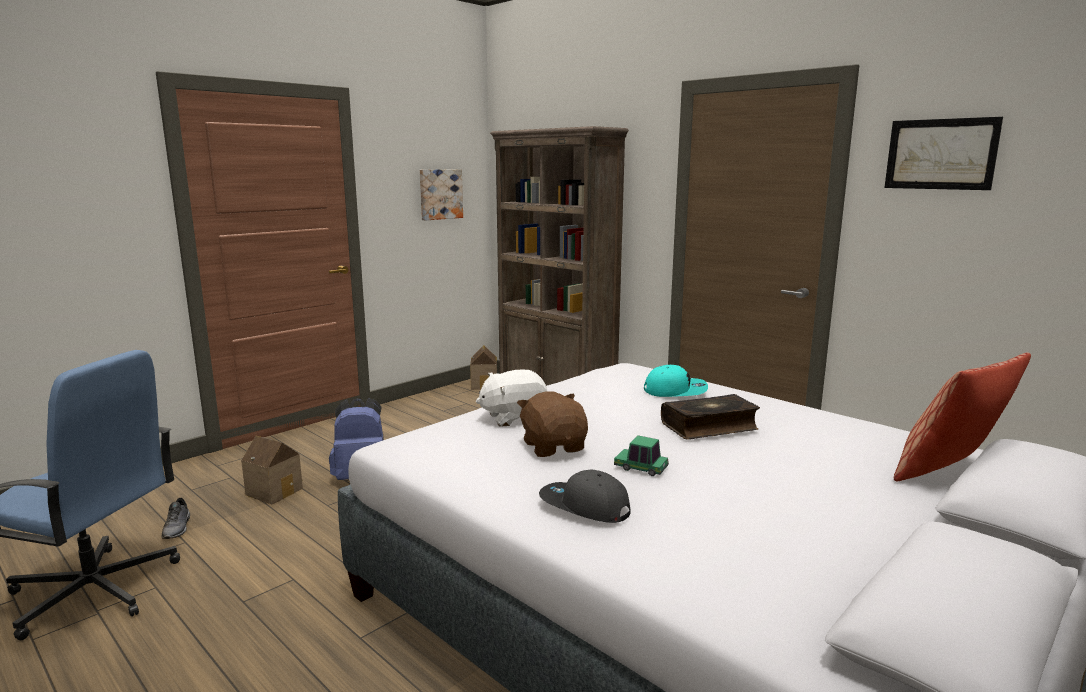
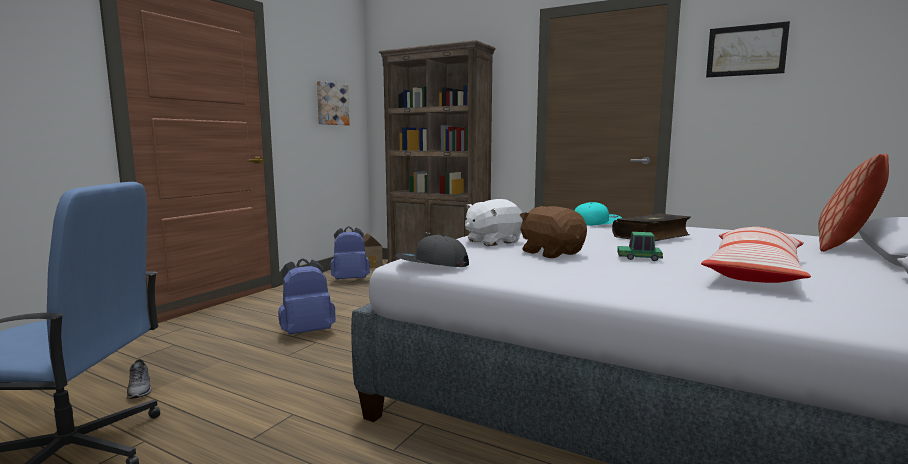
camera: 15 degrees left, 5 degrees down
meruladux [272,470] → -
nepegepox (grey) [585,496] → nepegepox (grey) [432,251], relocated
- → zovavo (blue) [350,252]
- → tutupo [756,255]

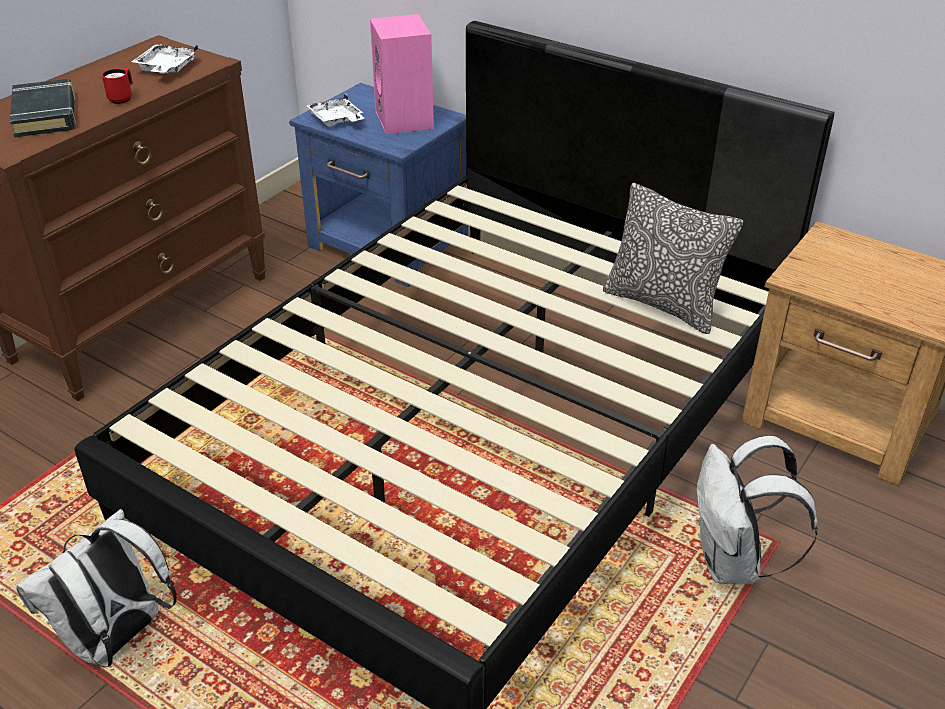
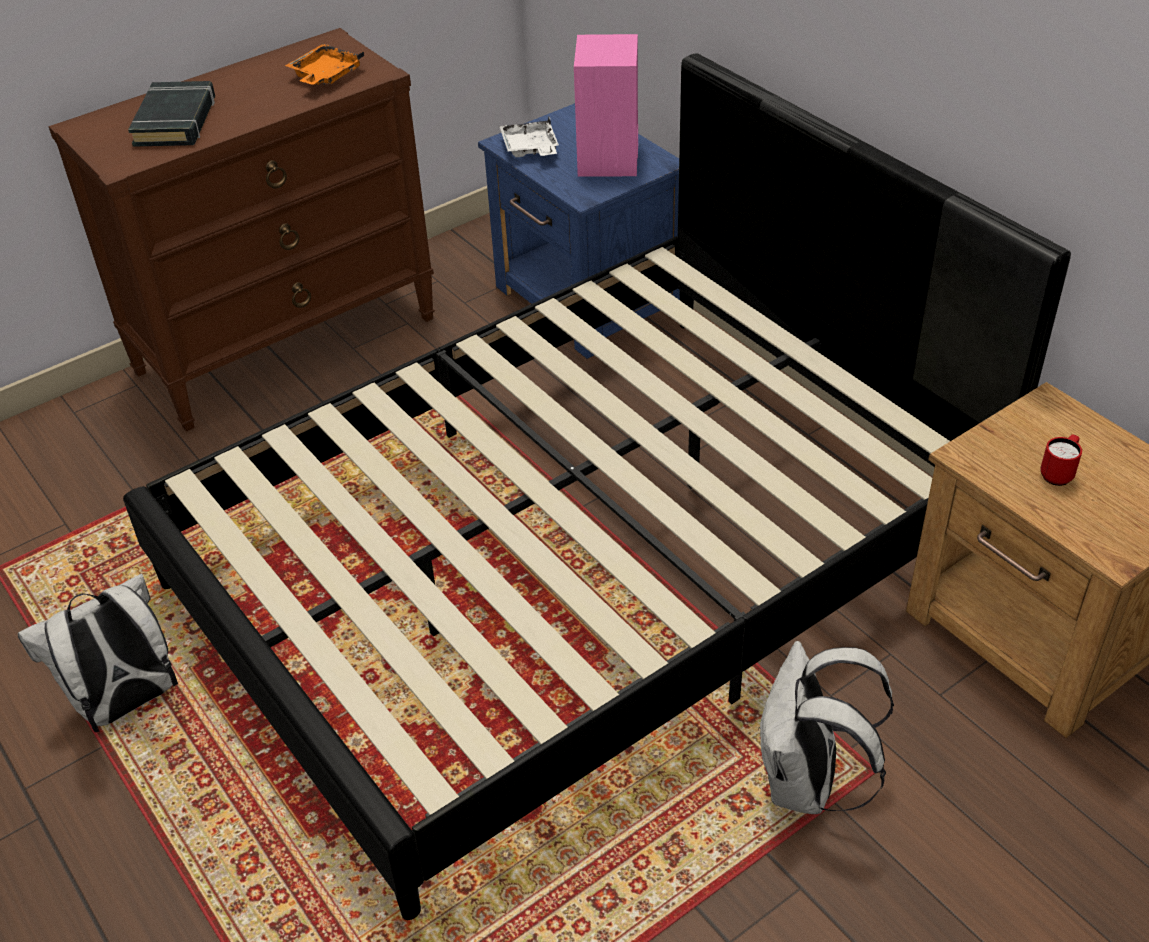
camera: 20 degrees right, 5 degrees up
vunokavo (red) [117,86] → vunokavo (red) [1061,460], relocated
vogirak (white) [165,59] → vogirak (orange) [324,64]
tutupo [673,258] → -

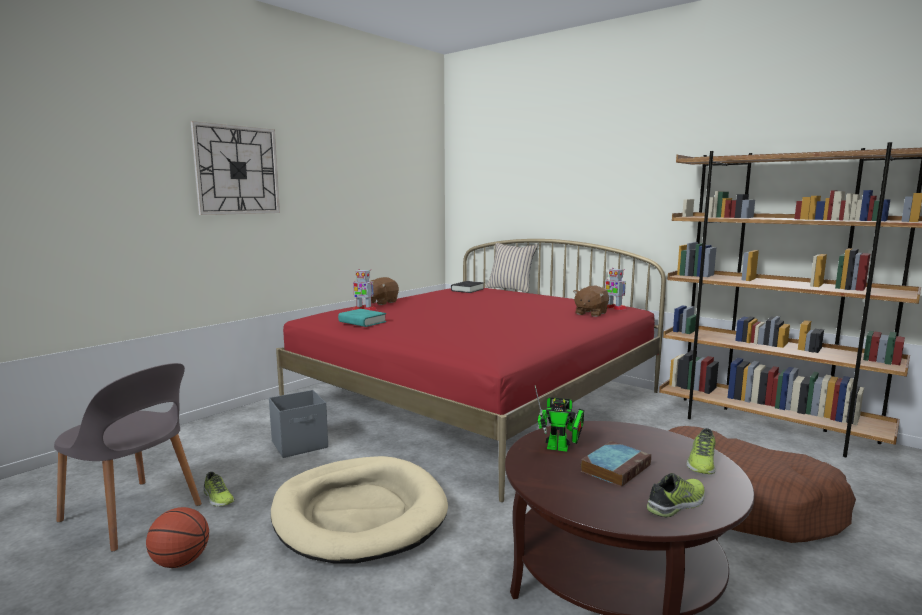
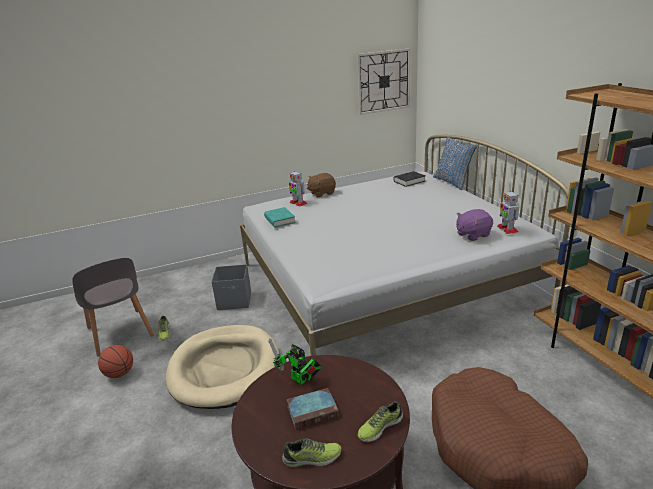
camera: 30 degrees right, 15 degrees up
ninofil [235,168] → ninofil [383,81], relocated
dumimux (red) [471,370] → dumimux (white) [405,245]
tutupo (beige) [511,268] → tutupo (blue) [455,163]
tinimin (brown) [591,301] → tinimin (purple) [474,225]

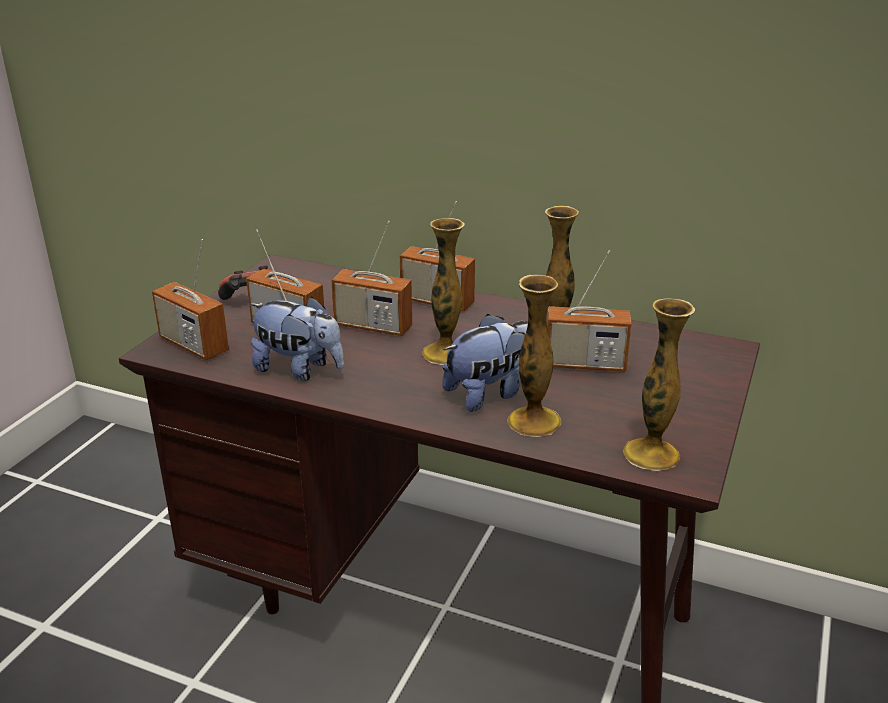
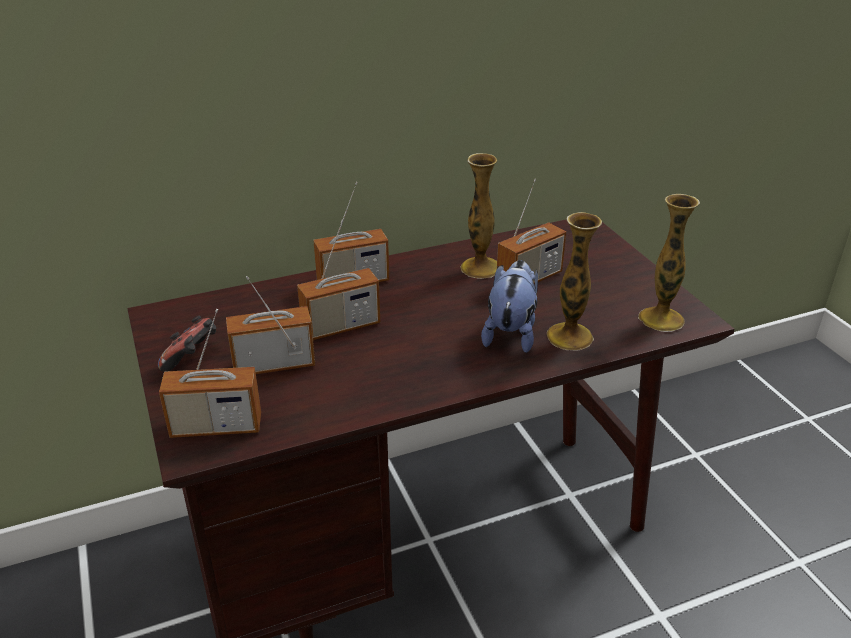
camera: 45 degrees left, 5 degrees up
tinimin [296,338] → -
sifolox [443,291] → -

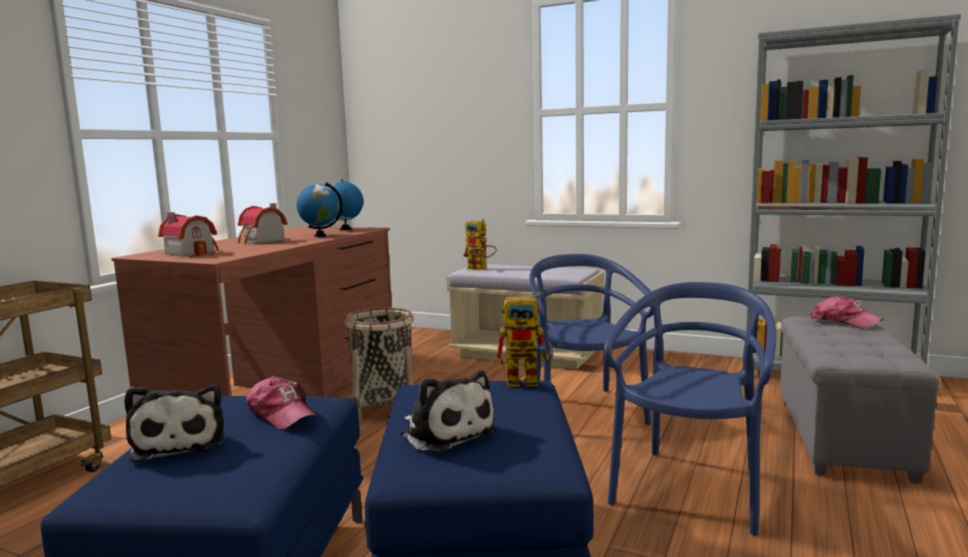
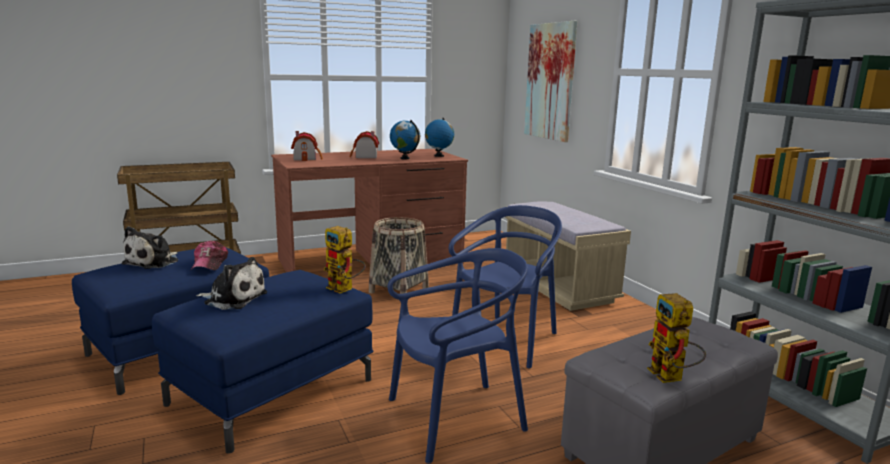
camera: 40 degrees right, 5 degrees up
tinimin [449,412] → tinimin [231,283], 75 degrees counterclockwise
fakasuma [480,244] → fakasuma [676,338], relocated
nepegepox [846,312] → -
- → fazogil [550,81]

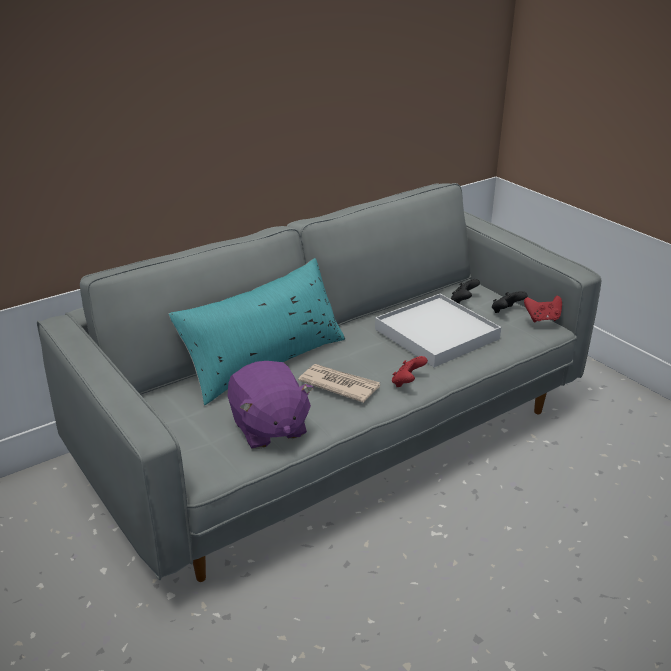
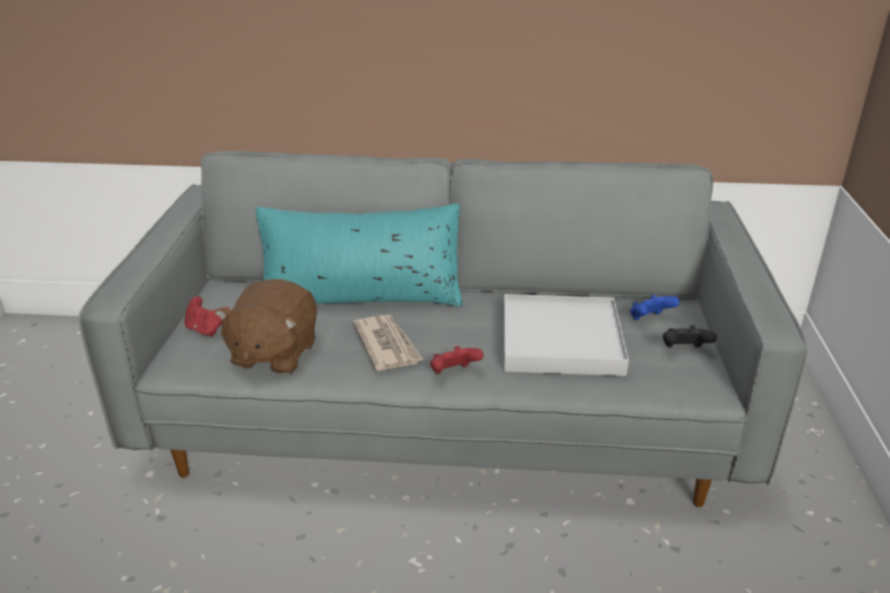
camera: 40 degrees right, 0 degrees up
tinimin (purple) [270,405] → tinimin (brown) [266,327]
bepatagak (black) [465,291] → bepatagak (blue) [655,307]
bepatagak (red) [543,309] → bepatagak (red) [207,316], relocated

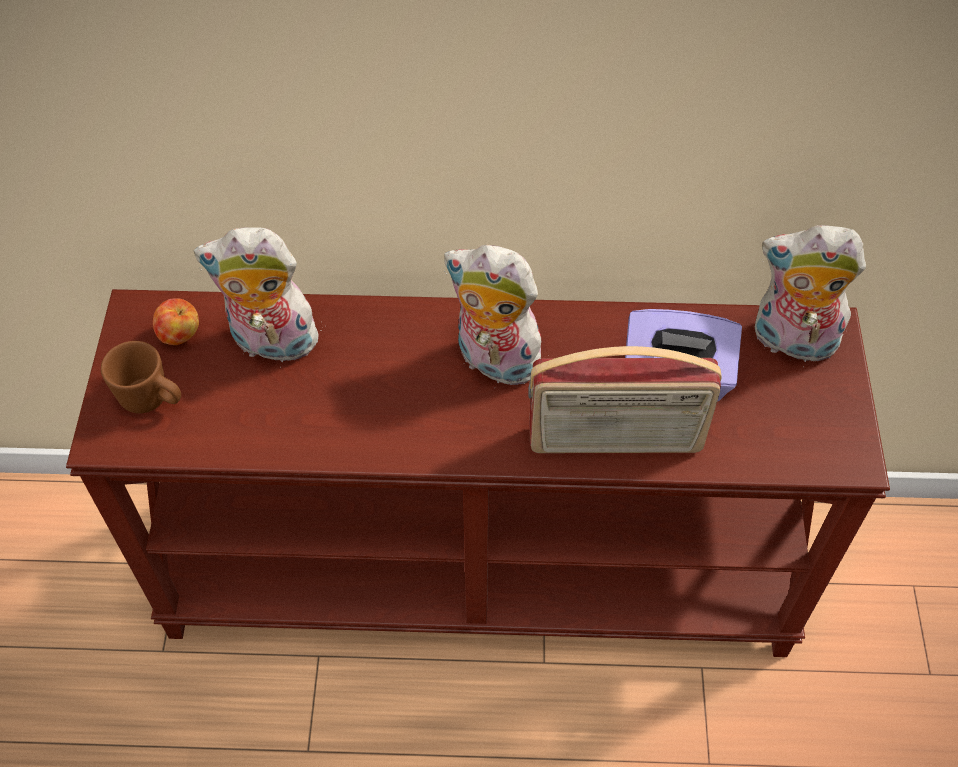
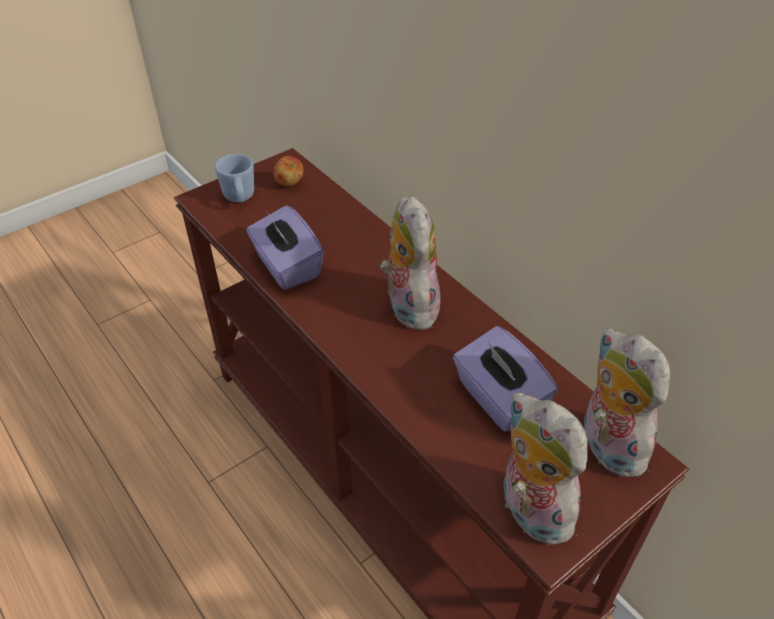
camera: 50 degrees right, 10 degrees down
vunokavo (brown) [141,377] → vunokavo (blue) [234,178]
tinimin [257,297] → tinimin [546,469], relocated
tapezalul [625,399] → -
- → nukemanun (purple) [285,247]

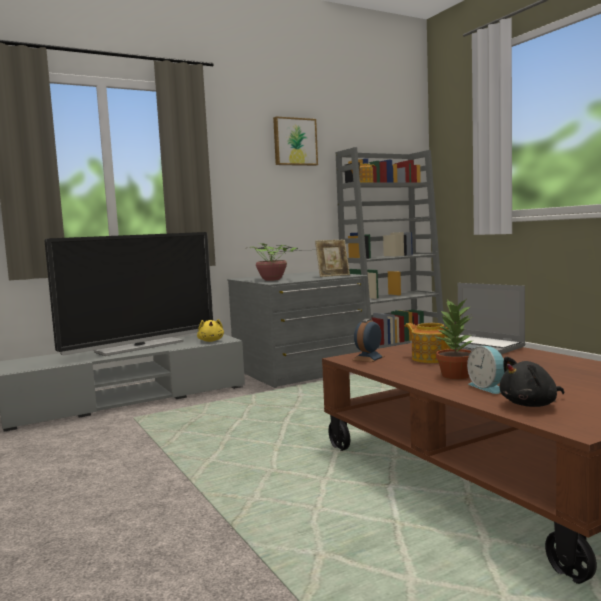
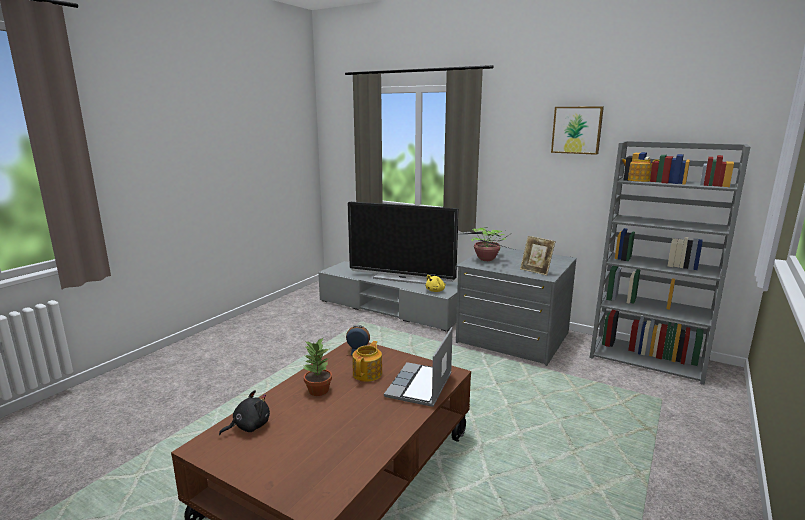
camera: 60 degrees right, 10 degrees up
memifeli [486,370] → -
tinimin (black) [531,382] → tinimin (black) [244,412], 105 degrees clockwise

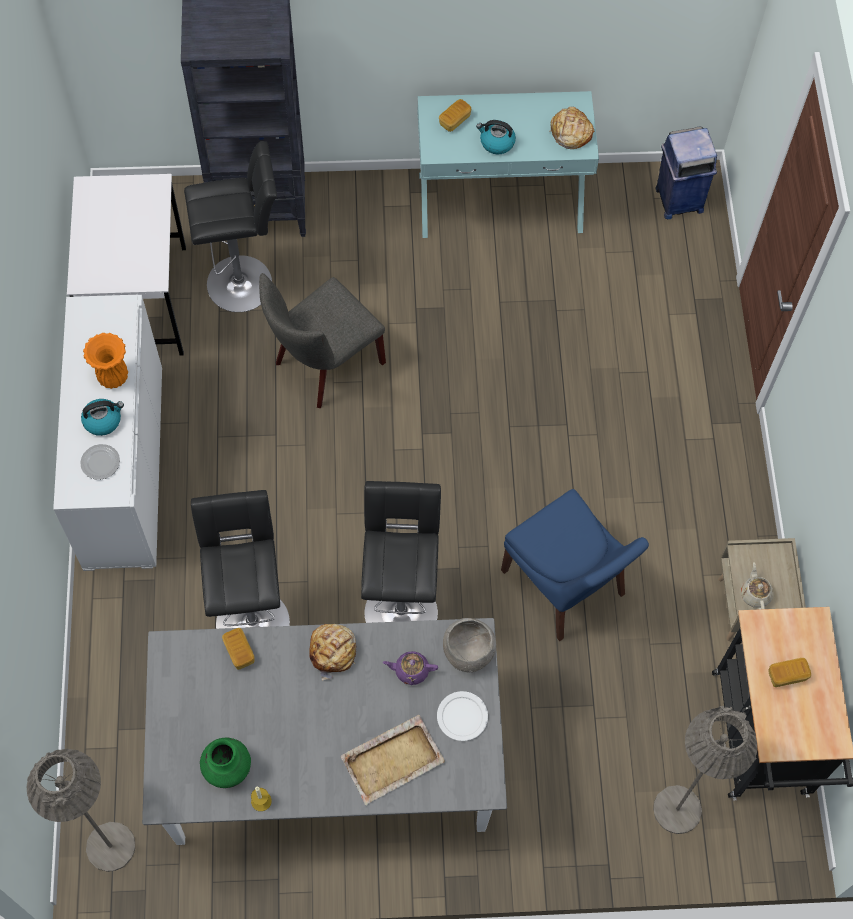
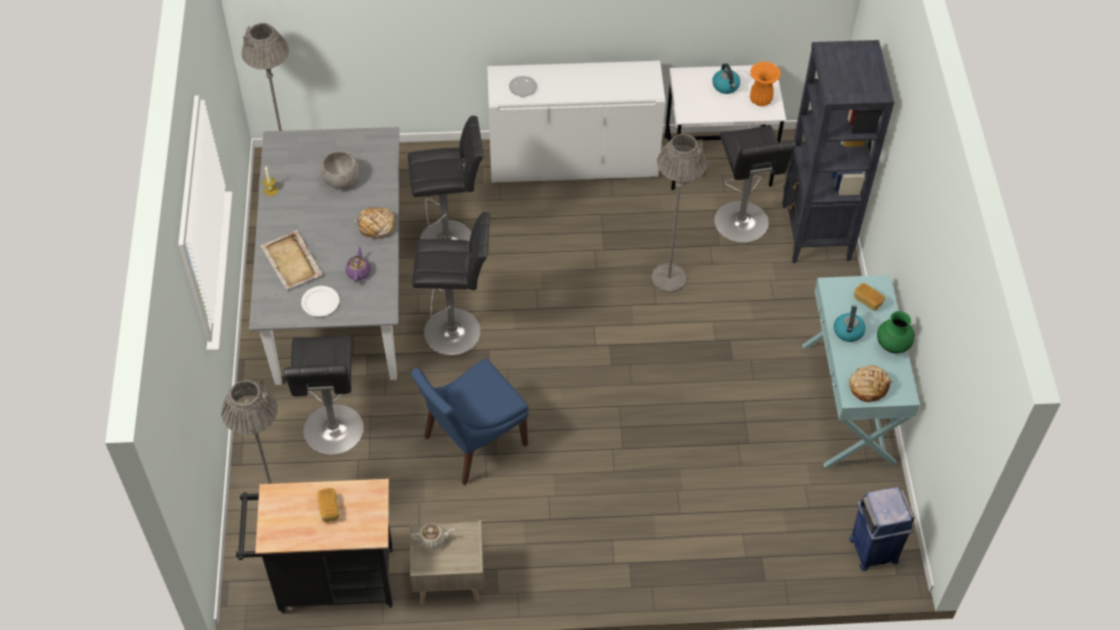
camera: 90 degrees right, 10 degrees down
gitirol [102,417] → gitirol [726,78], relocated
sifolox (orange) [105,361] → sifolox (orange) [765,83], relocated
sifolox (green) [225,762] → sifolox (green) [896,332], relocated
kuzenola [238,649] → -
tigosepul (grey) [322,340] → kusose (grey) [679,213]
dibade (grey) [469,645] → dibade (grey) [339,170], relocated
- → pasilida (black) [324,395]

